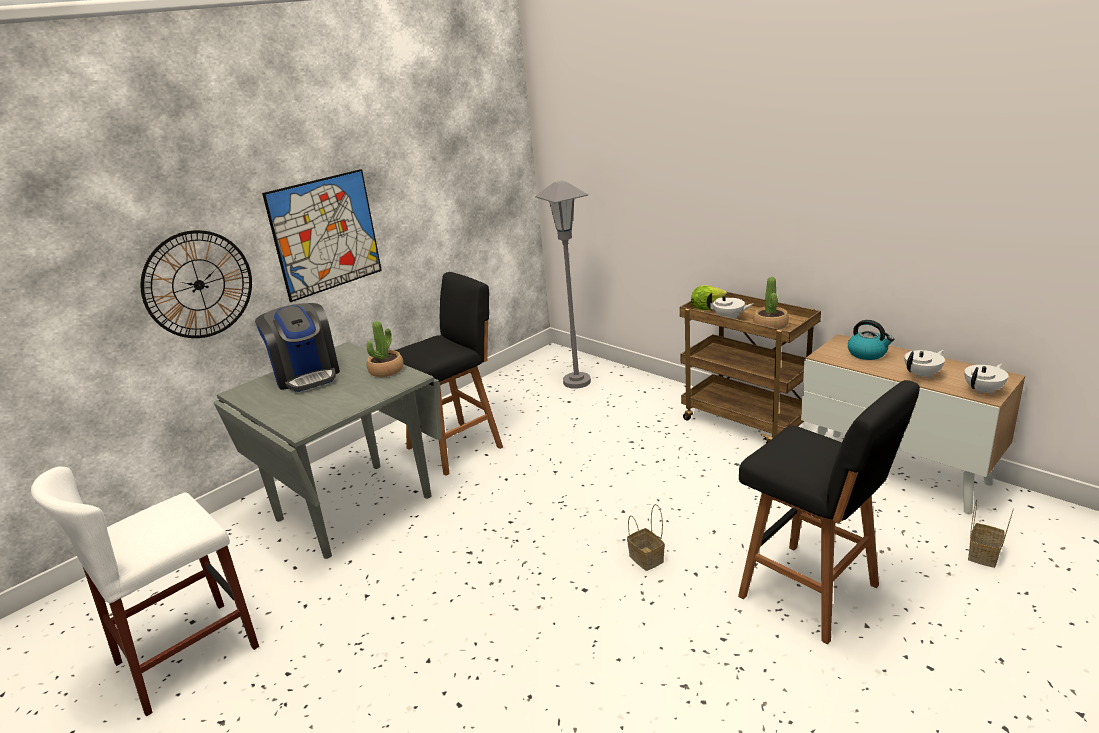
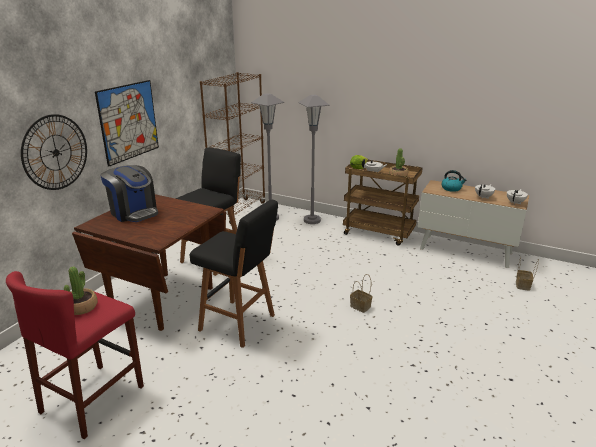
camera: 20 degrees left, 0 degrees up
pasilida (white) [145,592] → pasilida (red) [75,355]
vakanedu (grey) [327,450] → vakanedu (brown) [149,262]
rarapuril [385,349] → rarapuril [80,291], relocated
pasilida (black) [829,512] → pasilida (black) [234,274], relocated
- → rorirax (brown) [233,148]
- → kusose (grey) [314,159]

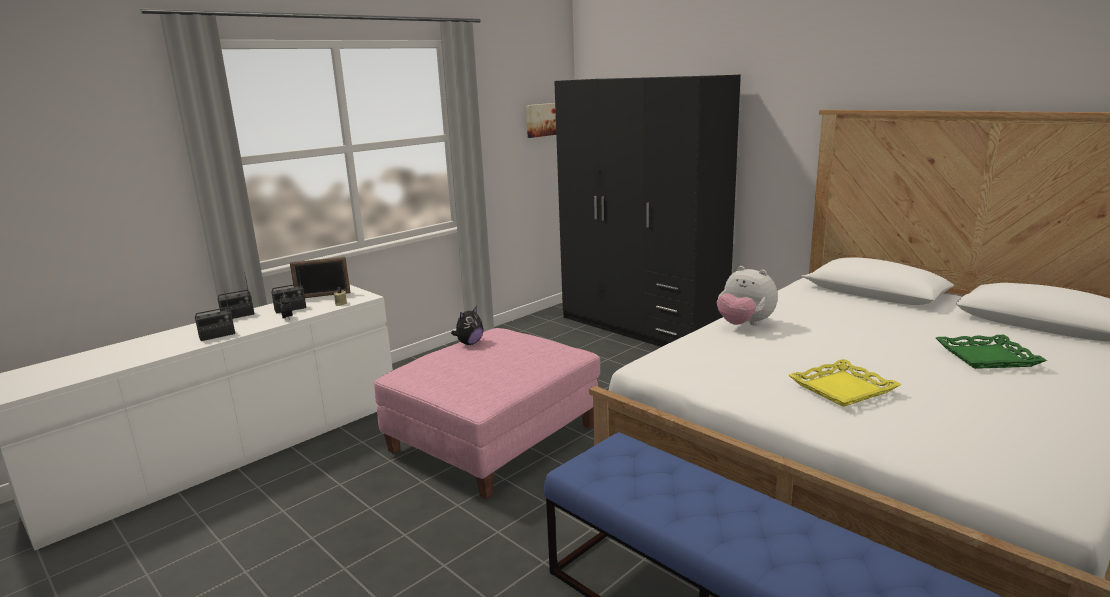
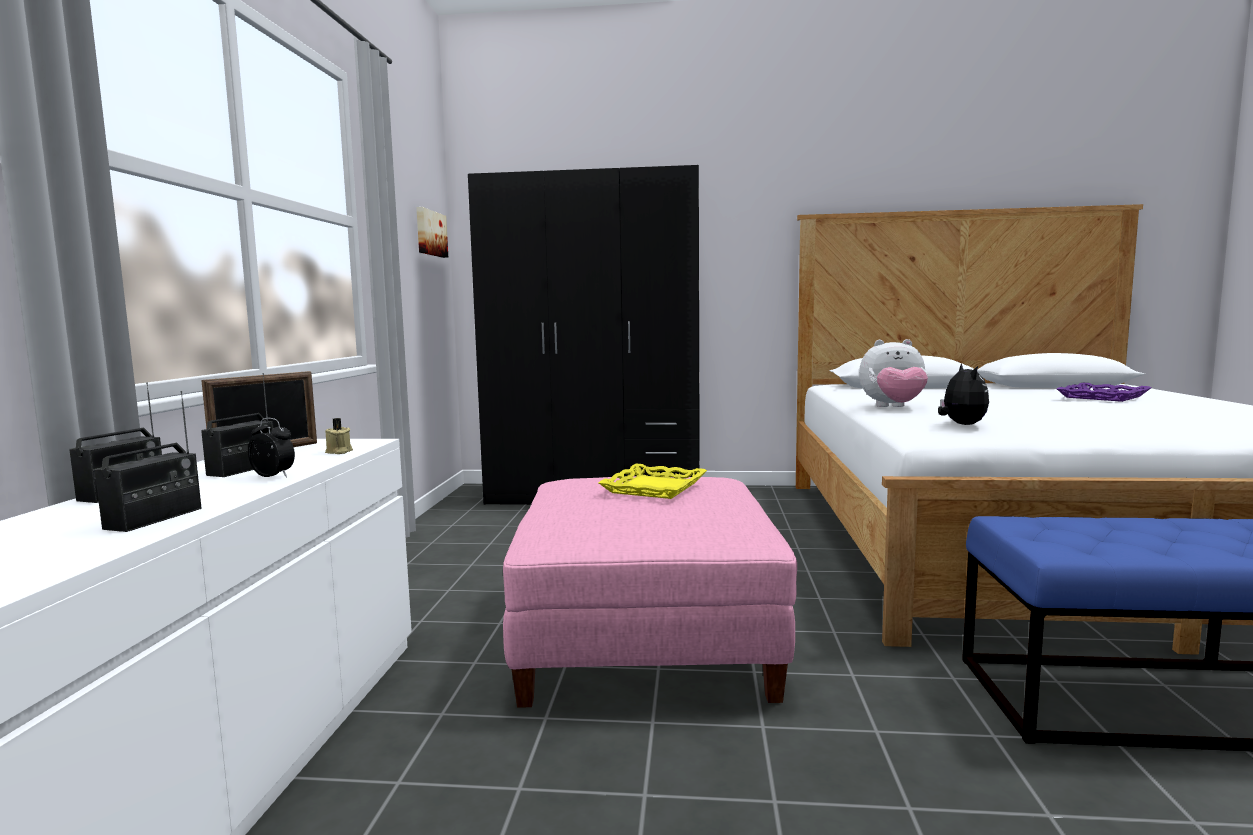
camera: 40 degrees left, 10 degrees down
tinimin [467,325] → tinimin [963,394], relocated
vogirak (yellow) [845,383] → vogirak (yellow) [652,481], relocated
vogirak (green) [991,352] → vogirak (purple) [1104,392]

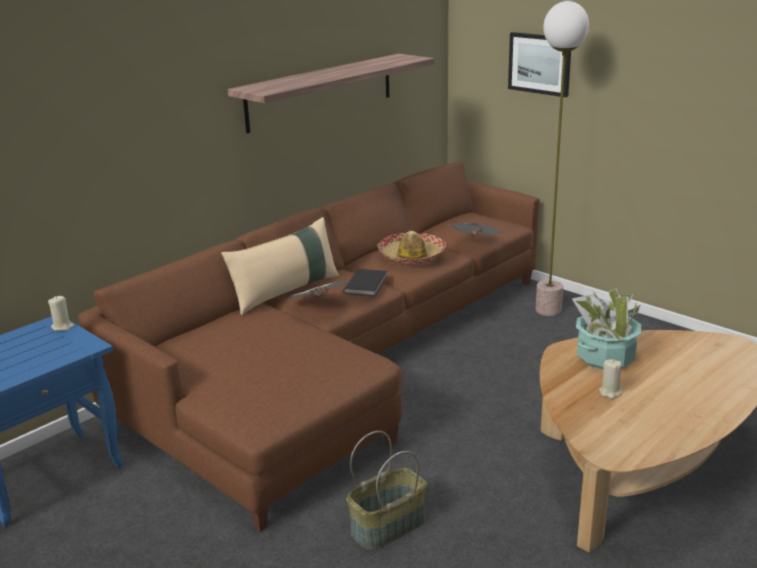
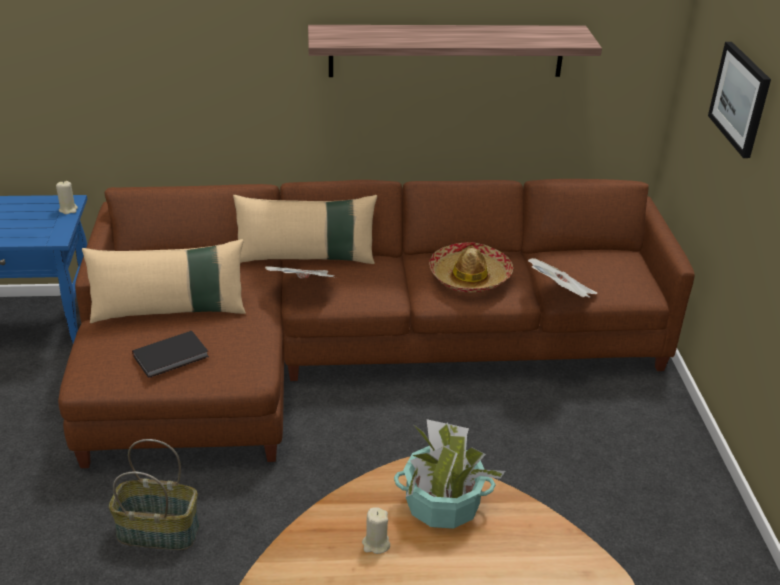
camera: 40 degrees right, 10 degrees up
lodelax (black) [365,282] → lodelax (black) [170,354], relocated
kusose [562,158] → -
- → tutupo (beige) [164,281]

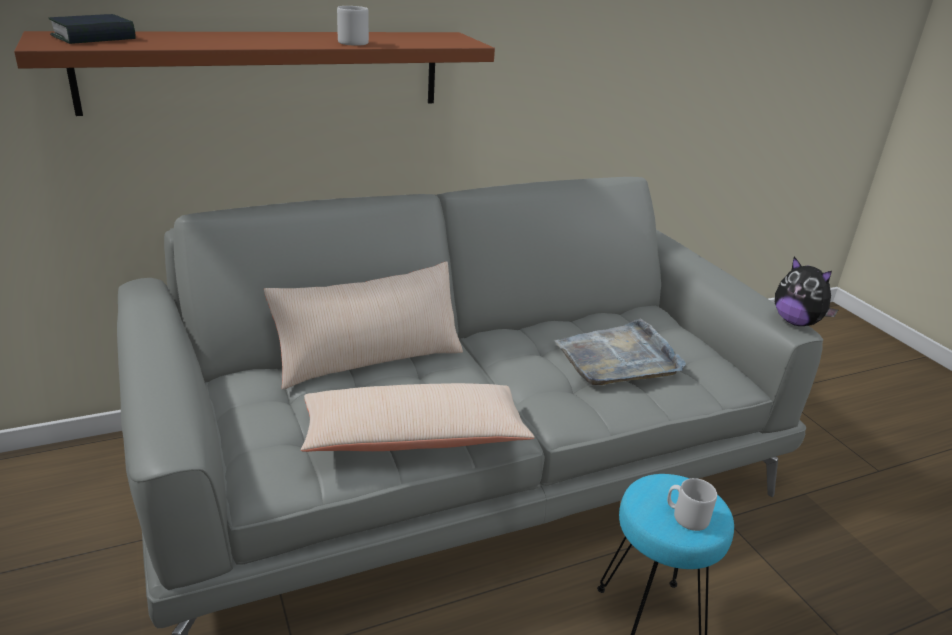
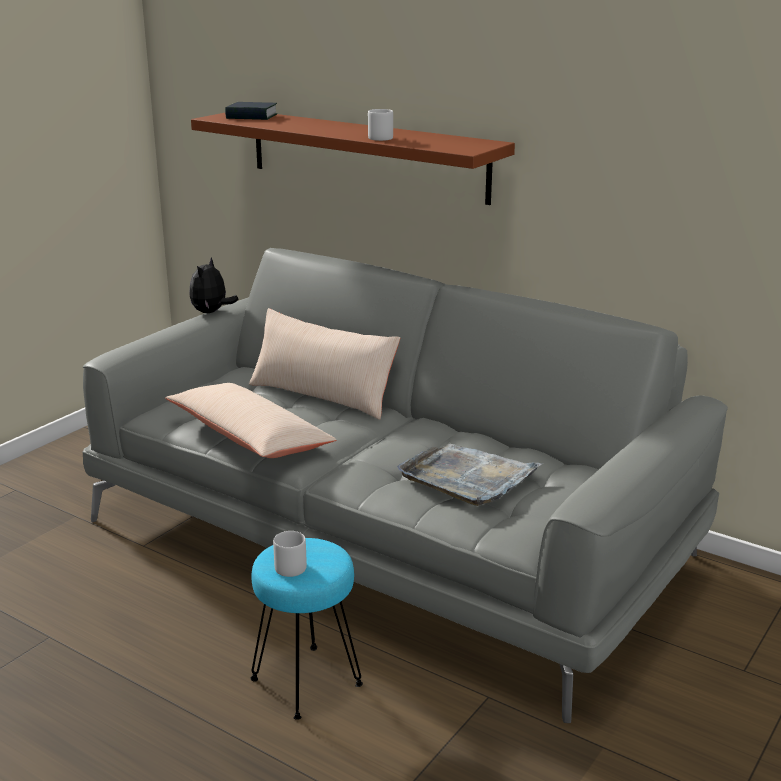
camera: 60 degrees right, 5 degrees down
tinimin [806,291] → tinimin [213,285], relocated

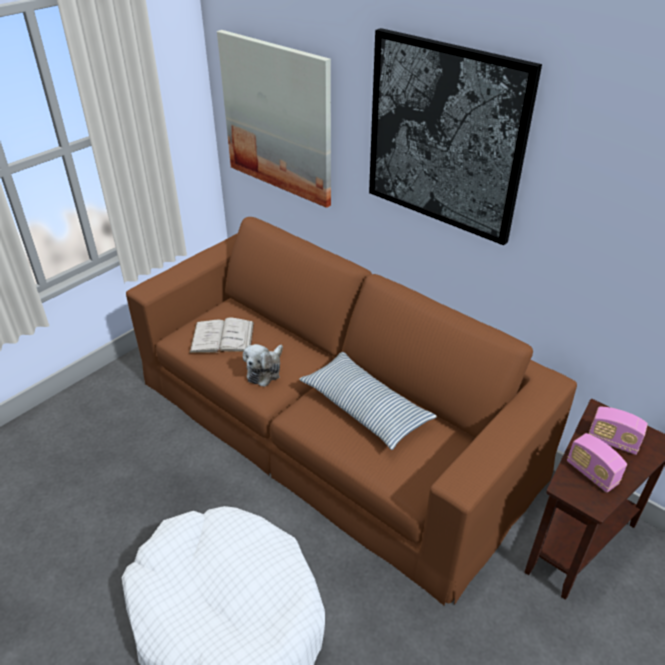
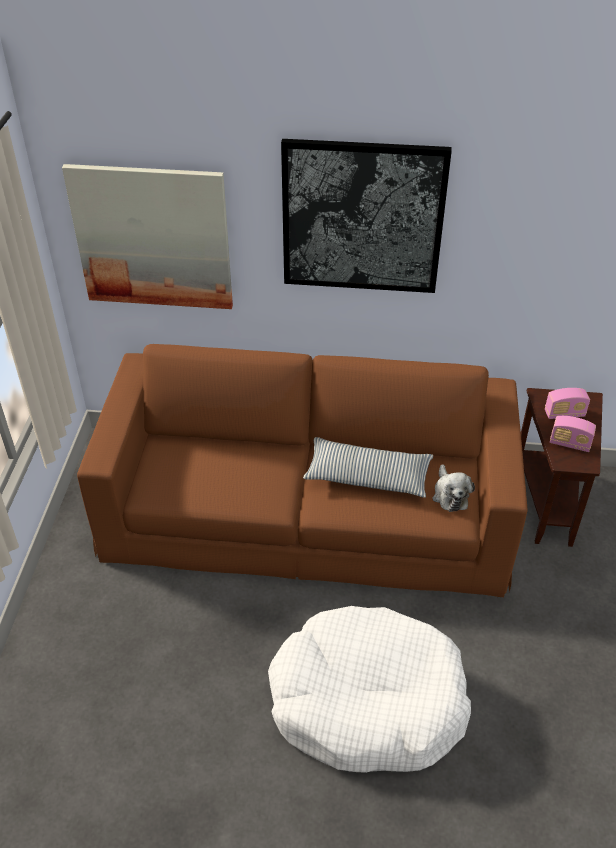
camera: 35 degrees left, 5 degrees up
lodelax (white) [221,335] → -
tinimin [263,365] → tinimin [453,488], relocated

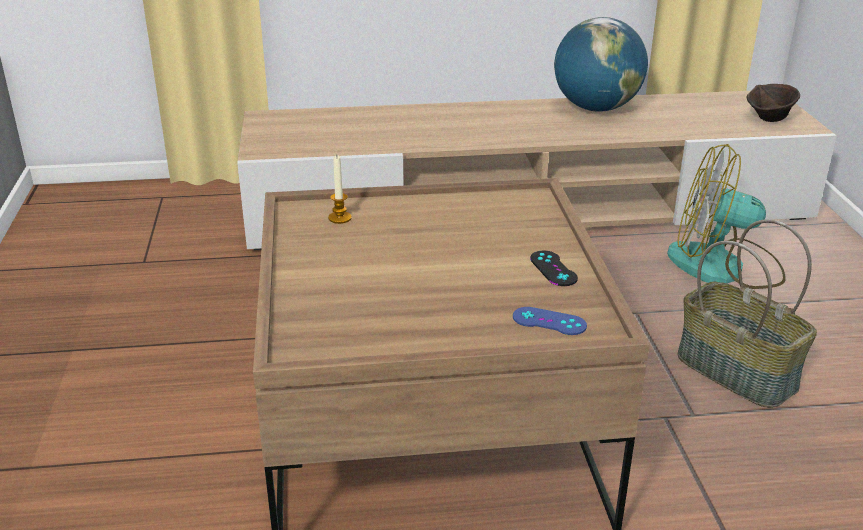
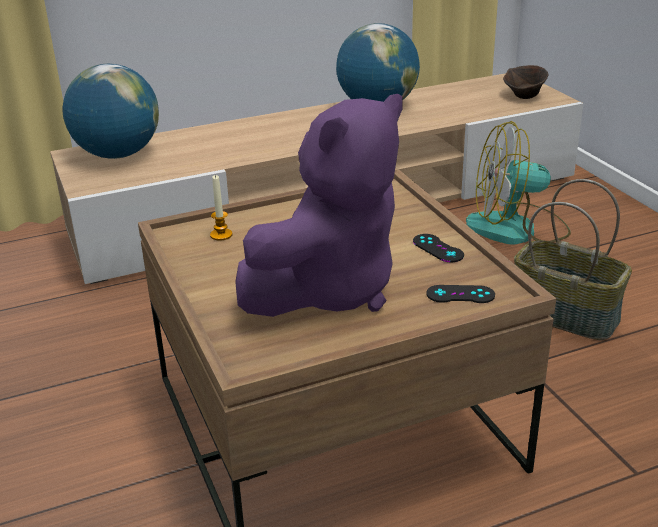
camera: 15 degrees left, 0 degrees up
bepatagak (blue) [550,321] → bepatagak (black) [460,294]
- → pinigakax [111,111]
- → tinimin (purple) [318,205]

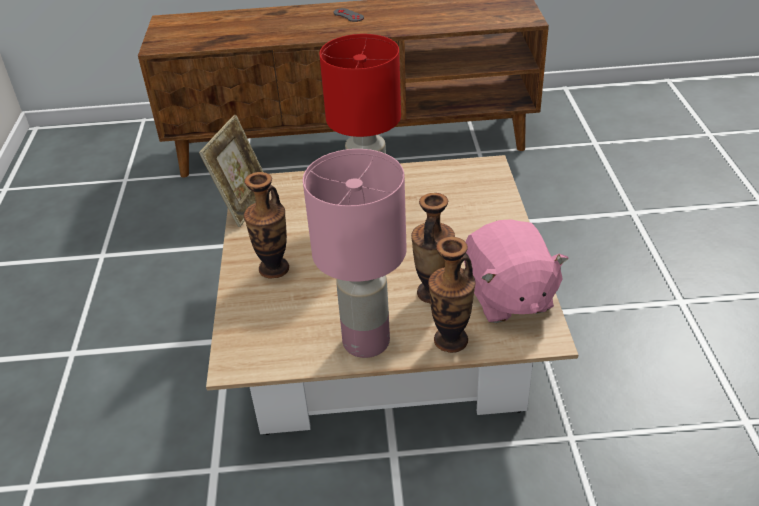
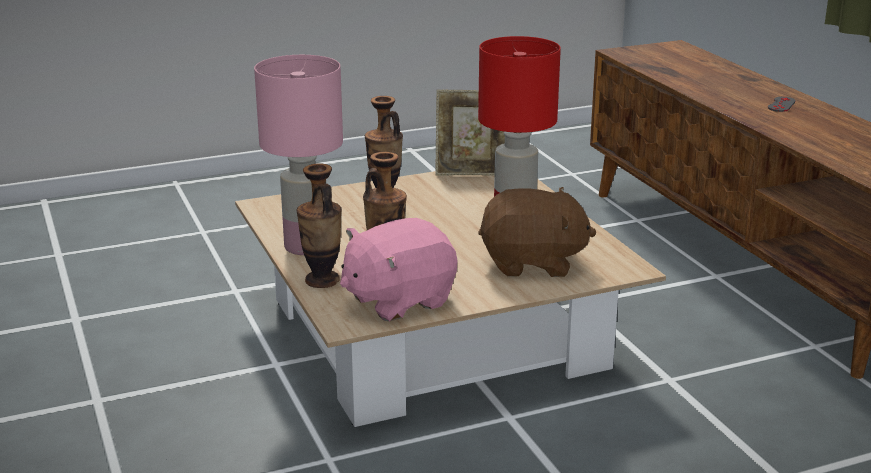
camera: 70 degrees right, 15 degrees down
- → tinimin (brown) [537,232]

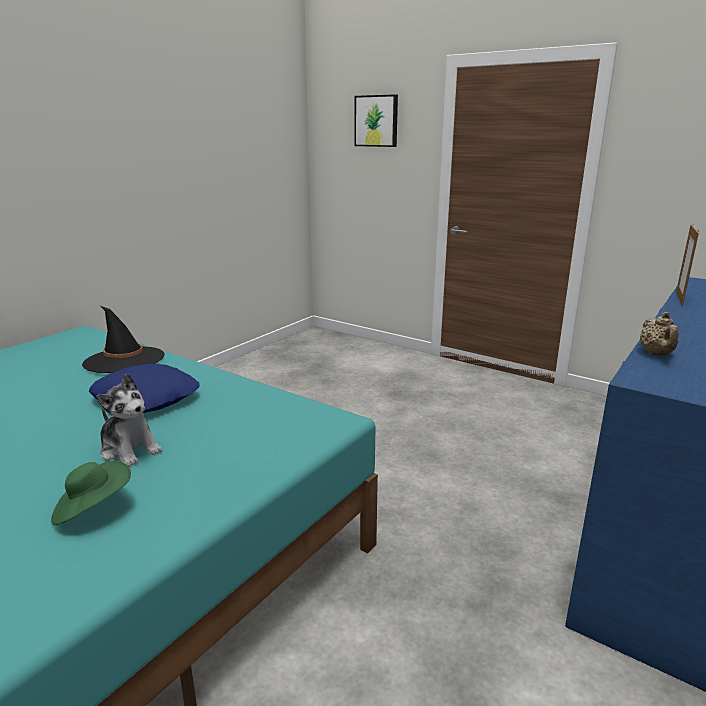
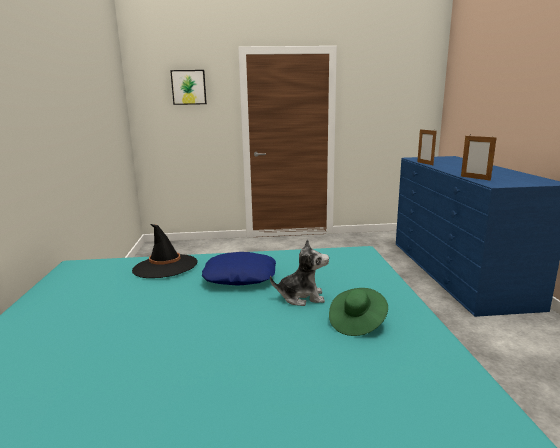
camera: 40 degrees left, 5 degrees down
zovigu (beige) [659,334] → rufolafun [479,158]

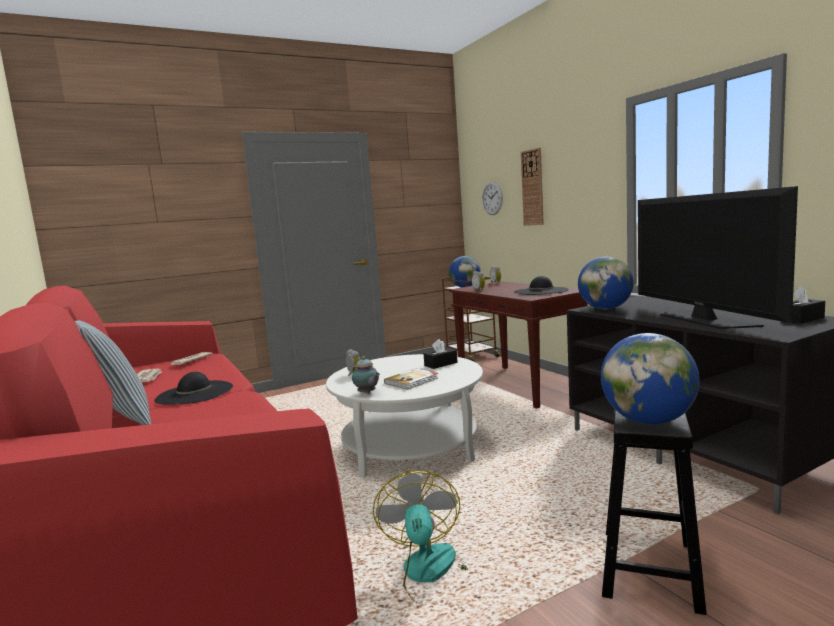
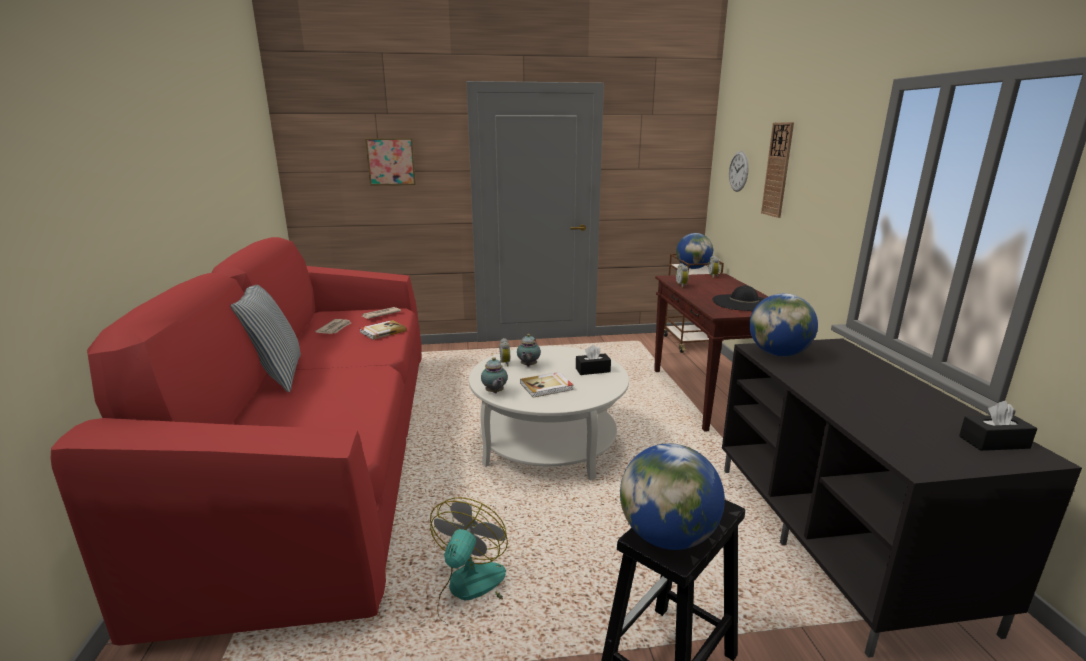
camera: 20 degrees right, 10 degrees up
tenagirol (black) [194,388] → -
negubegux [718,257] → -
- → lodelax [383,330]
- → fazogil [390,162]
- → zovigu [529,350]

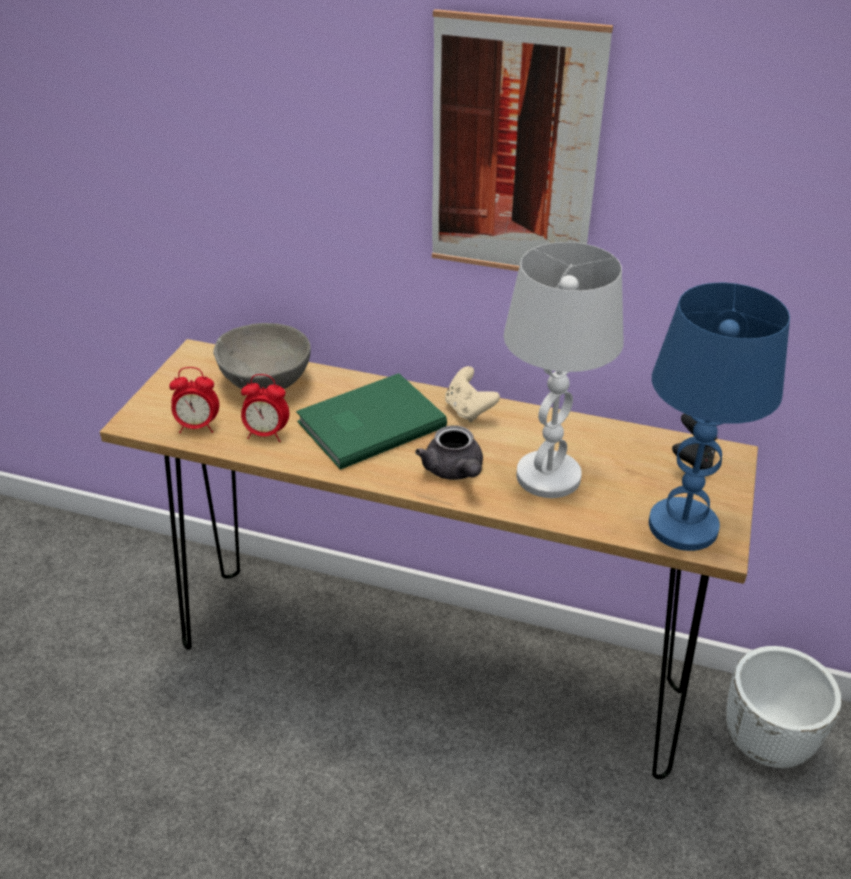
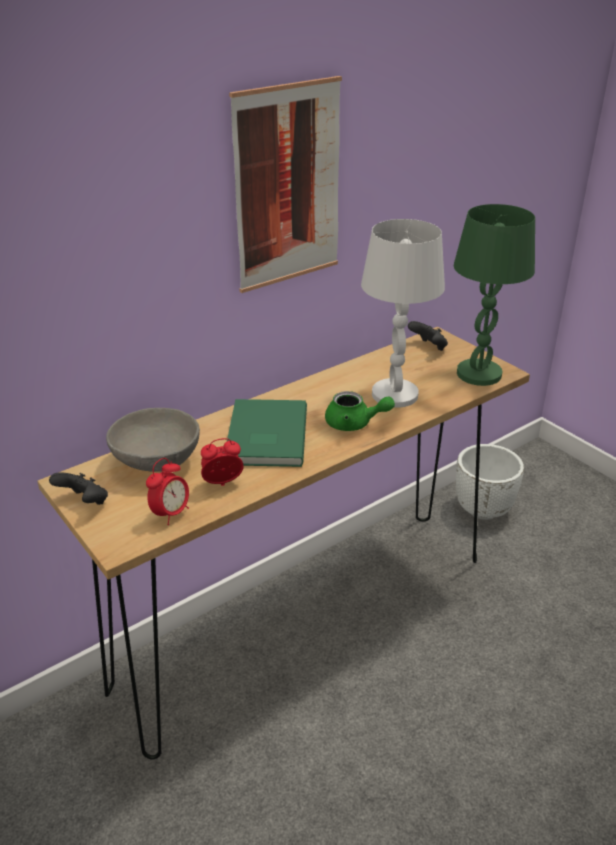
camera: 55 degrees left, 5 degrees down
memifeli [265,408] → memifeli [222,462], 150 degrees counterclockwise
zovigu (grey) [449,452] → zovigu (green) [360,411]
bepatagak (beige) [472,394] → -
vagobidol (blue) [719,417] → vagobidol (green) [494,295]
- → bepatagak (black) [78,488]

